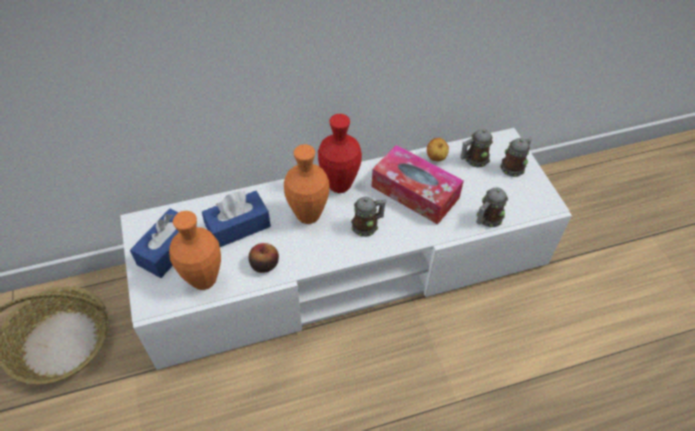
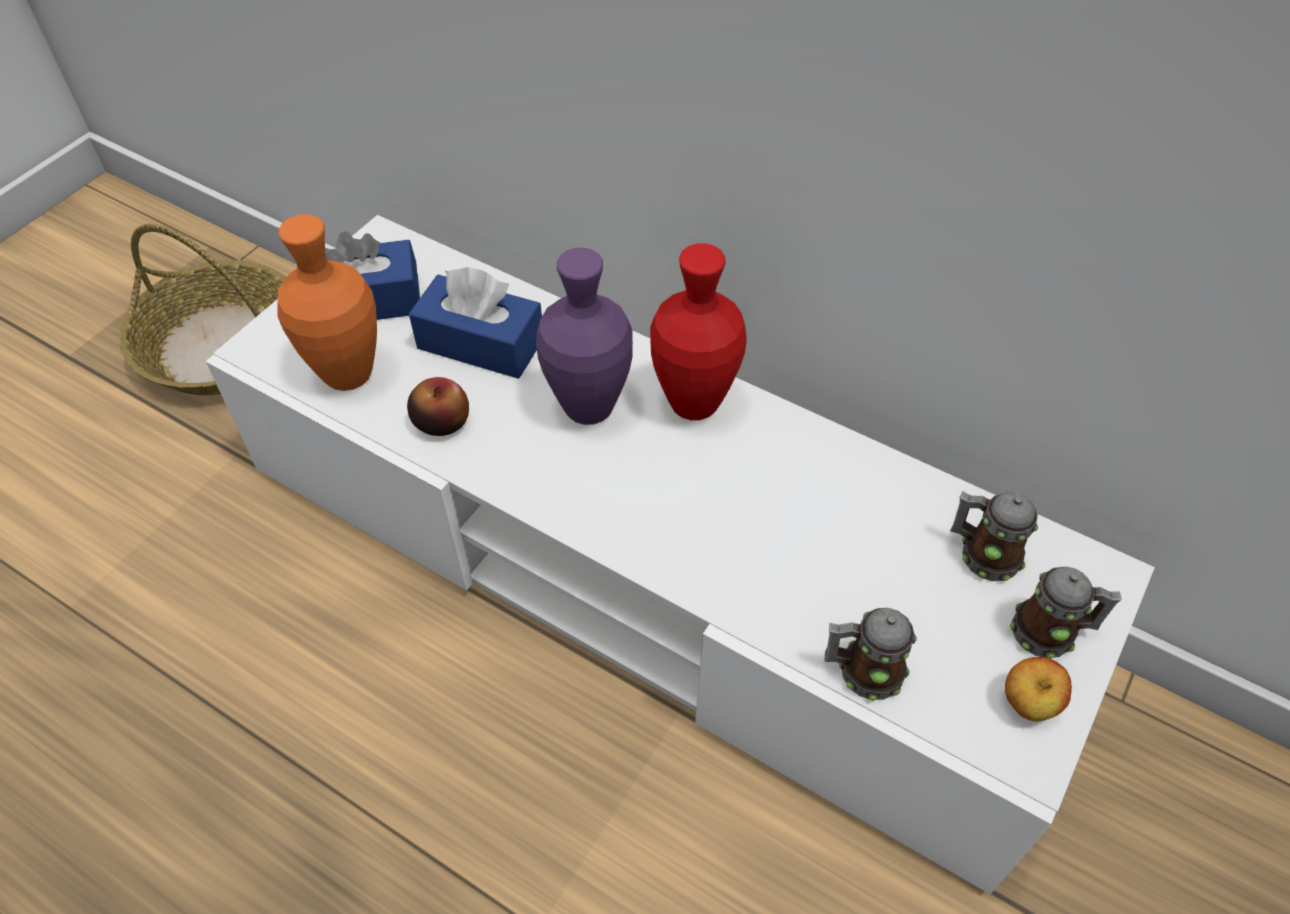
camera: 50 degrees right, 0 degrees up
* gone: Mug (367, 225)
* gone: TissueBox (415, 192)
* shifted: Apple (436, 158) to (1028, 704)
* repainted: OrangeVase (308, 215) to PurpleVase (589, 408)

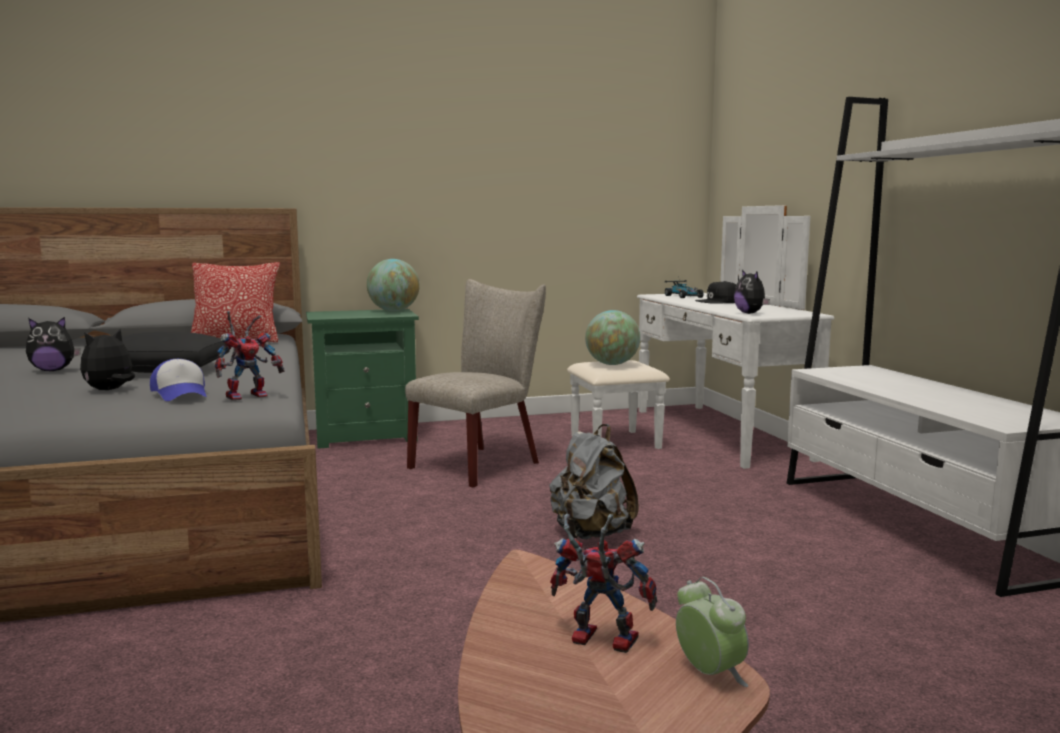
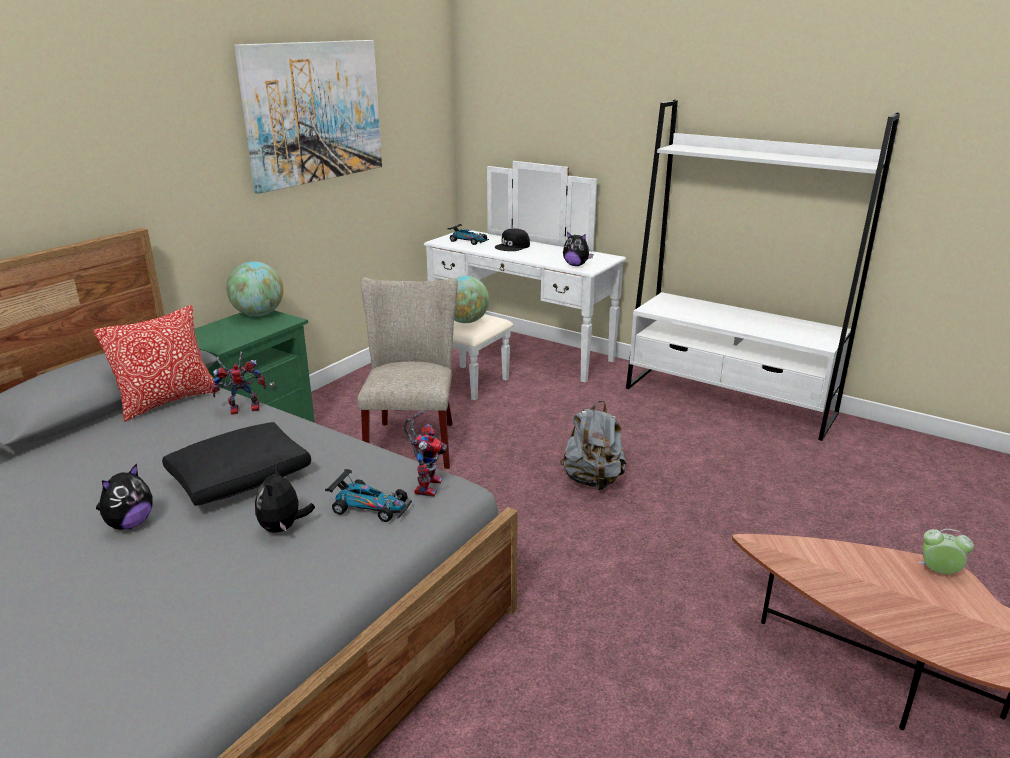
camera: 40 degrees left, 15 degrees up
* new: Picture (314, 112)
* shifted: ToyRobot (597, 641) to (242, 410)
* swapped: Cap (181, 394) to ToyCar (370, 506)

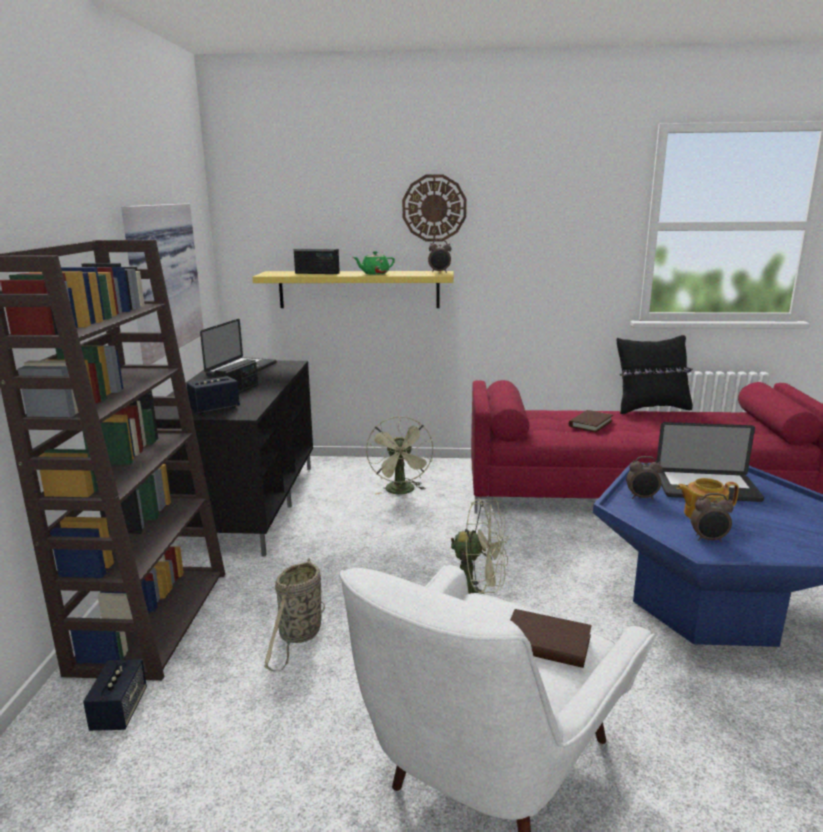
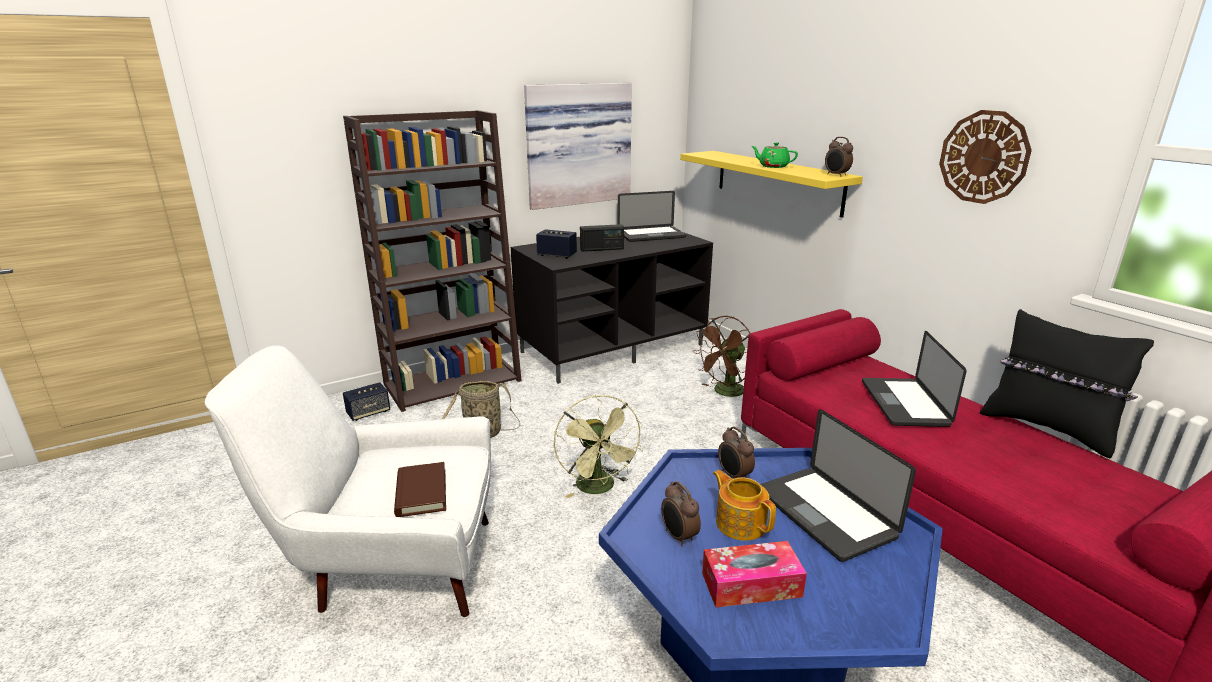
camera: 55 degrees right, 5 degrees up
* gone: Radio (317, 273)
* new: TissueBox (751, 584)
* shifted: WallClock (434, 208) to (983, 157)
* swapped: BrownBook (590, 423) to Laptop (904, 403)
* repainted: GreenFan (401, 492) to BrownFan (725, 393)

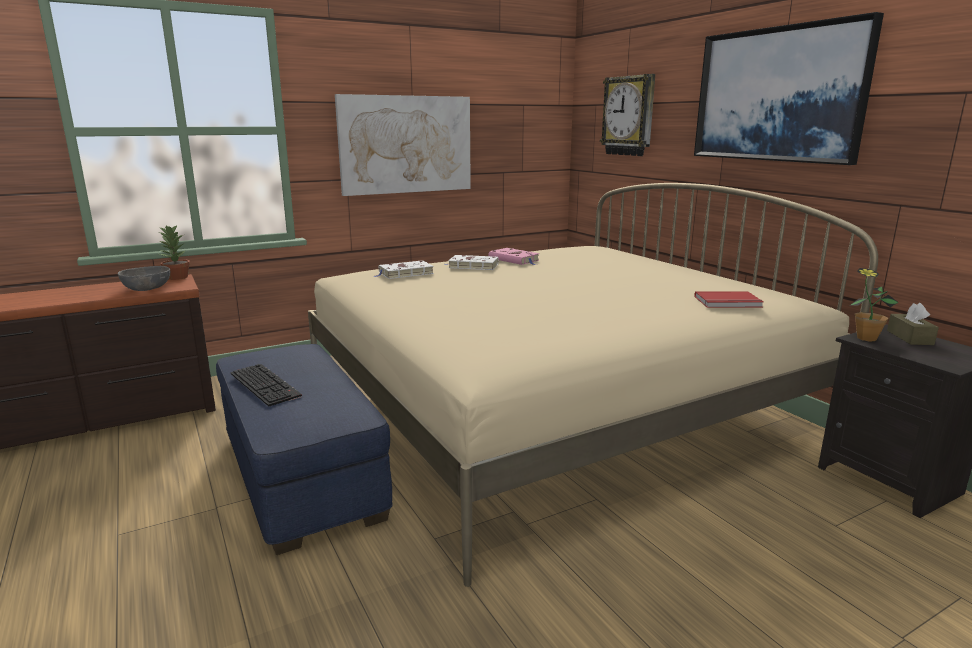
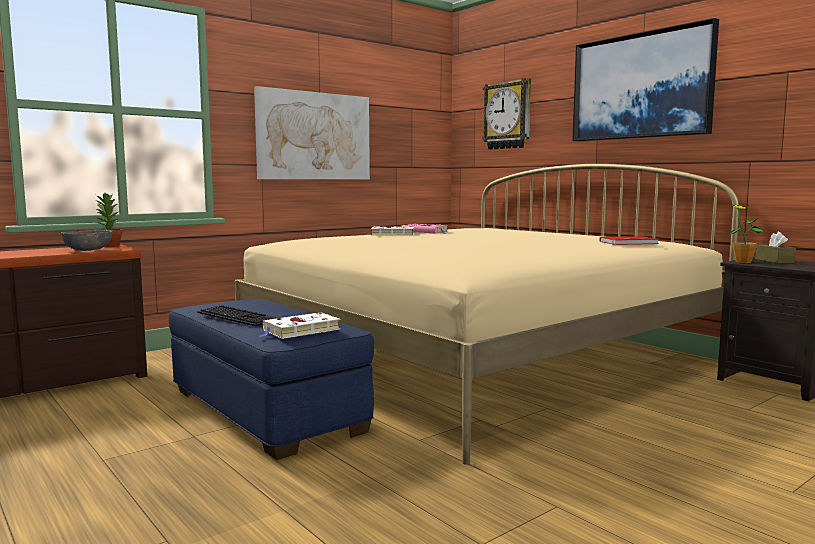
camera: 10 degrees left, 10 degrees down
* shifted: WhiteBook (404, 273) to (300, 331)

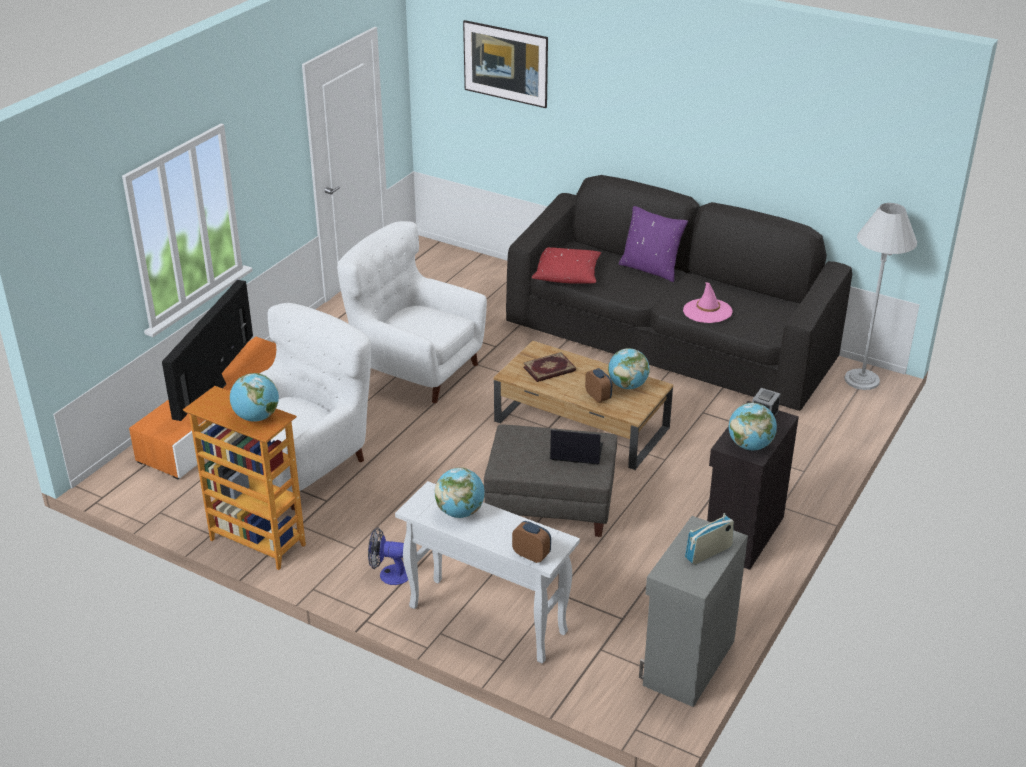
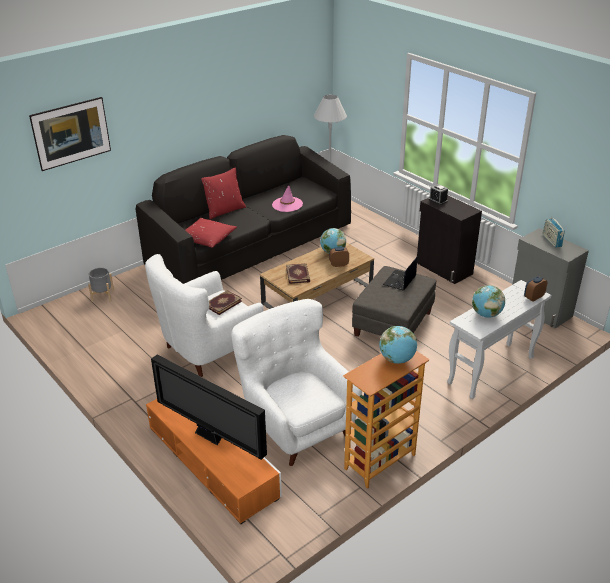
camera: 70 degrees left, 0 degrees up
* gone: Fan (389, 574)
* gone: Globe (750, 446)
* new: GreyPlanter (103, 296)
* new: Book (222, 303)
* repainted: PurplePillow (651, 269) to RedPillow (224, 210)

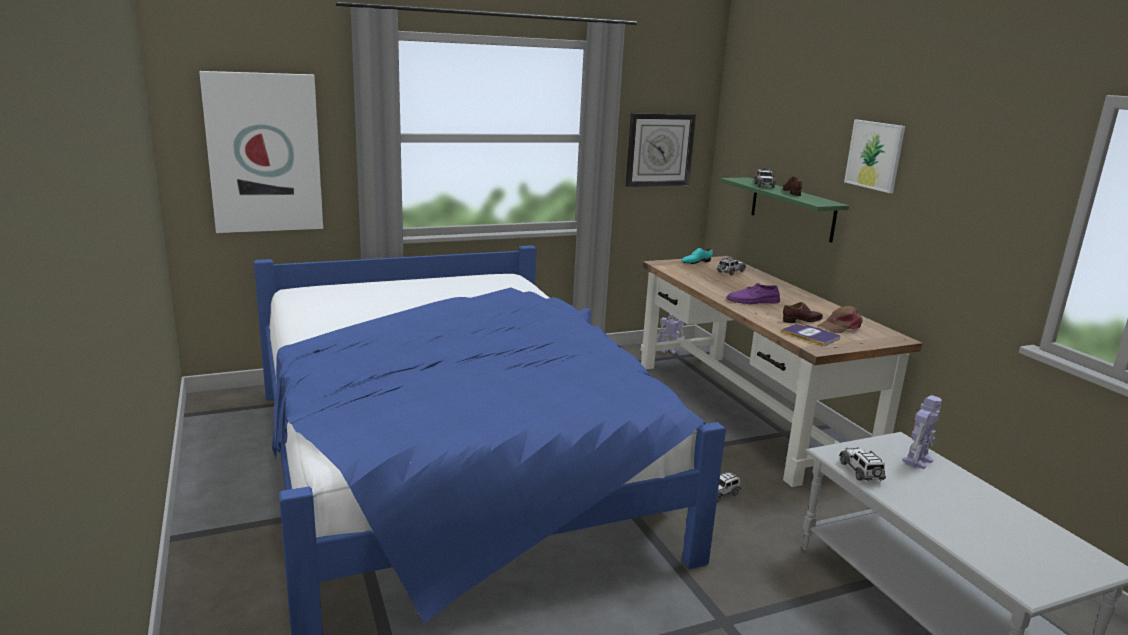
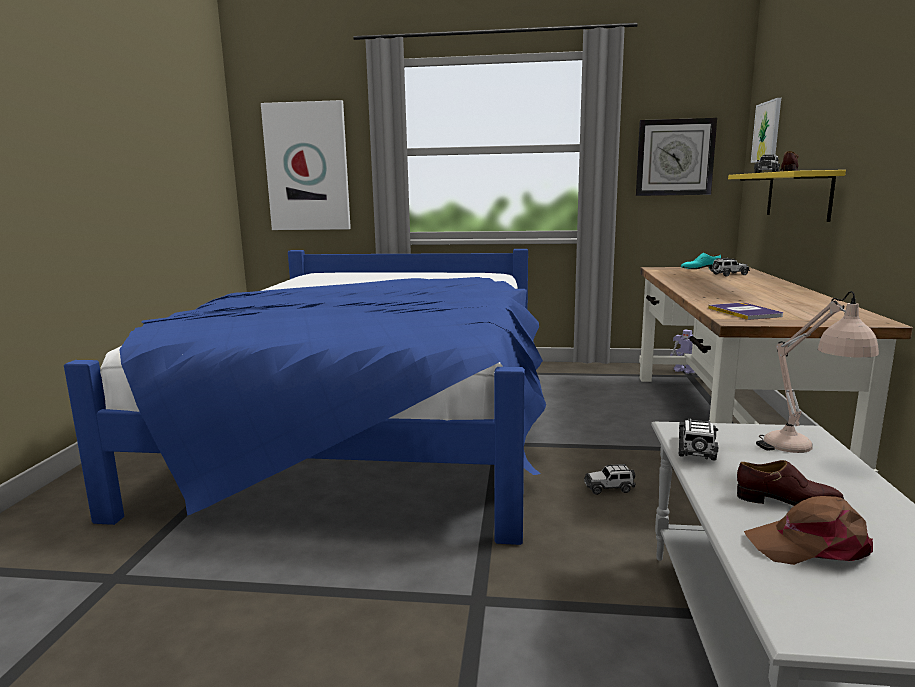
camera: 30 degrees right, 5 degrees down
* gone: PurpleShoe (753, 301)
* shifted: BrownShoe (802, 320) to (788, 500)
* shifted: BrownCap (840, 327) to (810, 545)
* shifted: Picture (874, 155) to (767, 131)
* swapped: ToyRobot (917, 460) to BeigeTableLamp (805, 453)
* repainted: GreenShelf (792, 209) to YellowShelf (798, 195)

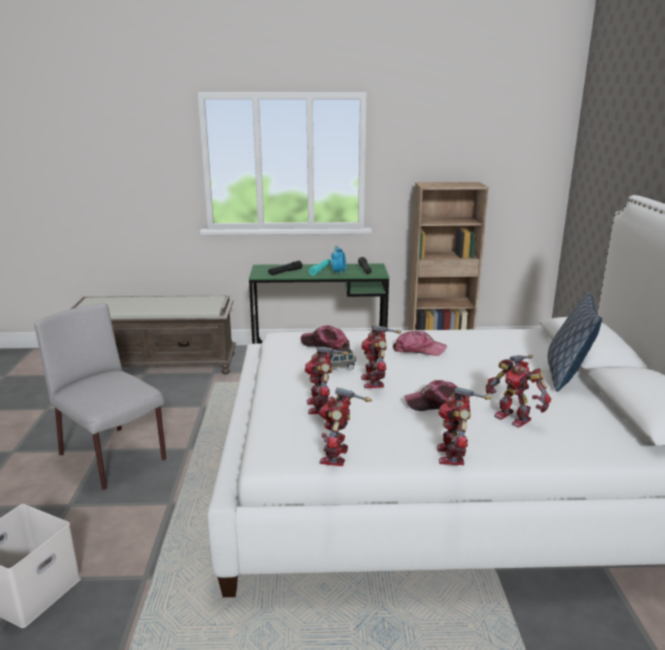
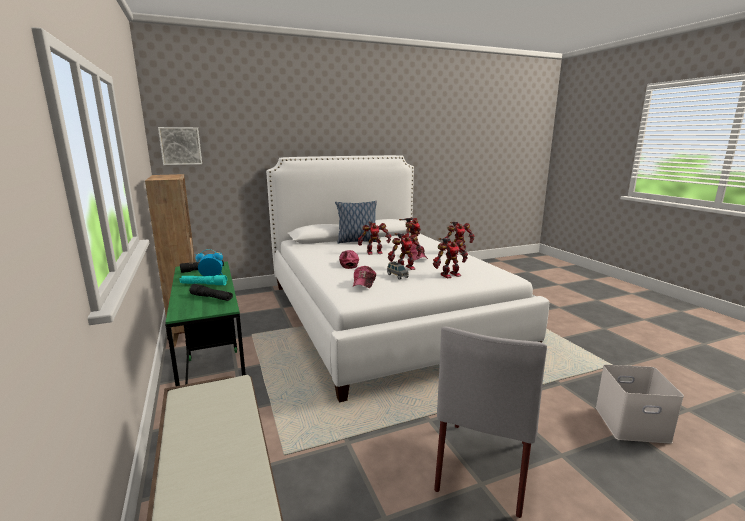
camera: 110 degrees left, 5 degrees down
* new: Picture (180, 146)
* shifted: ToyRobot (337, 456) to (374, 252)

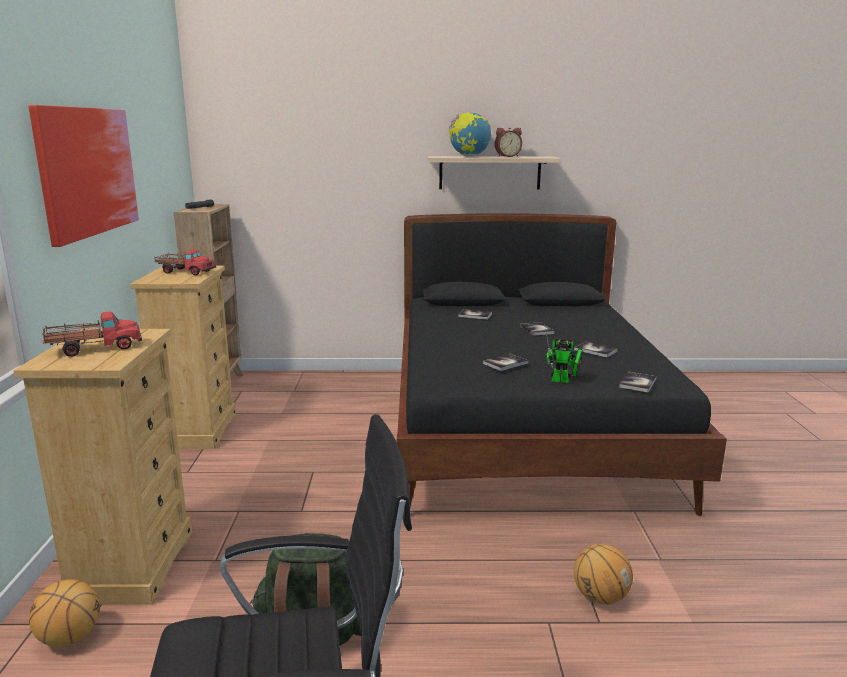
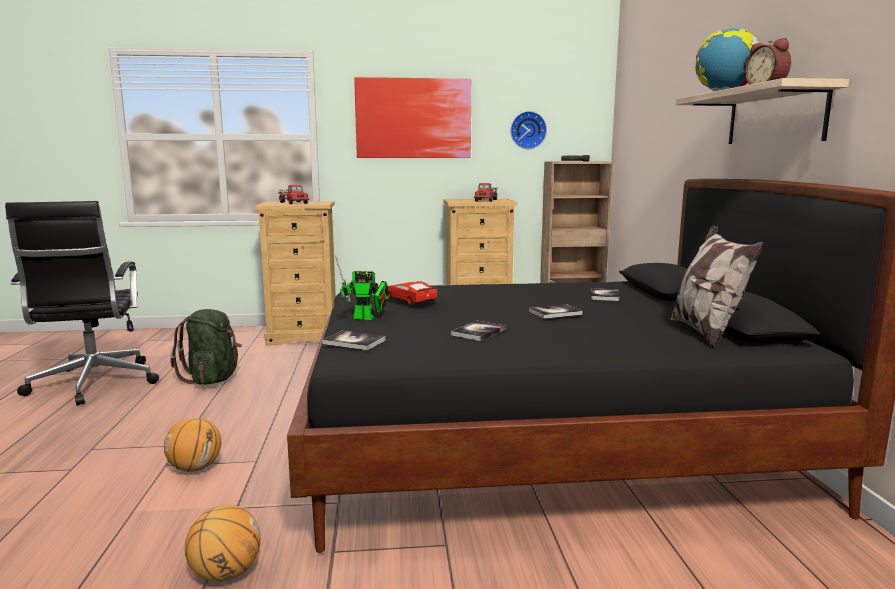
camera: 85 degrees right, 5 degrees down
* new: WallClock (527, 130)
* new: Pillow (706, 332)
* shifted: Basketball (70, 638) to (225, 573)
* swapped: Book (505, 363) to RedToyCar (410, 299)
* rotated: ToyRobot (563, 381) = (367, 318) 90 degrees counterclockwise

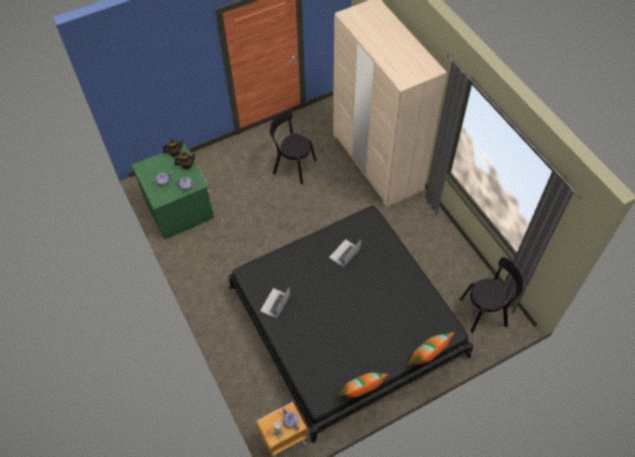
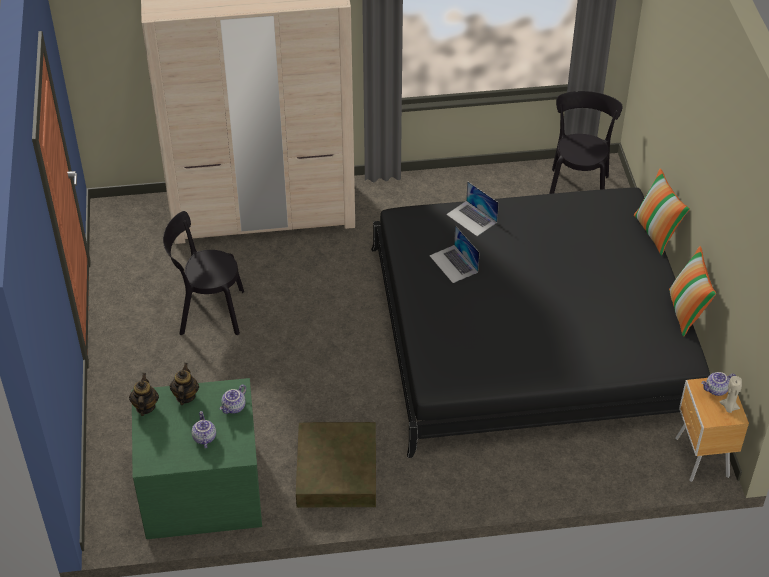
camera: 70 degrees left, 10 degrees down
* new: BrownStorageBox (336, 471)
* shifted: Laptop (275, 303) to (472, 218)
* rotated: BlackChair (292, 166) = (208, 312) 45 degrees clockwise

